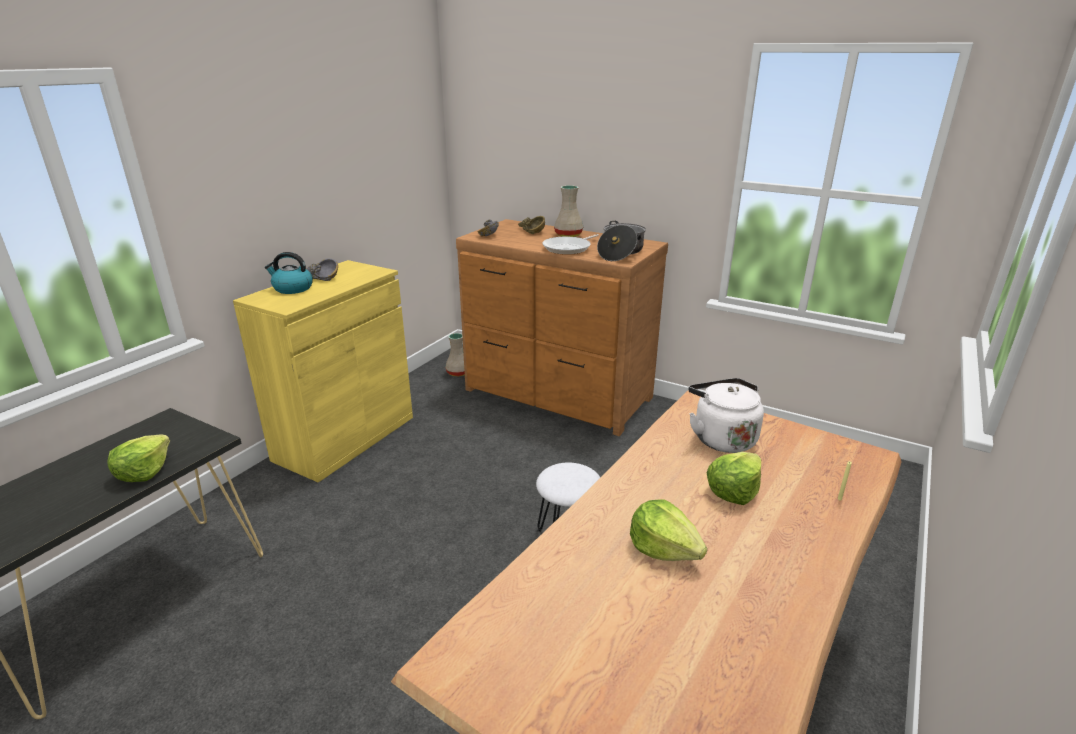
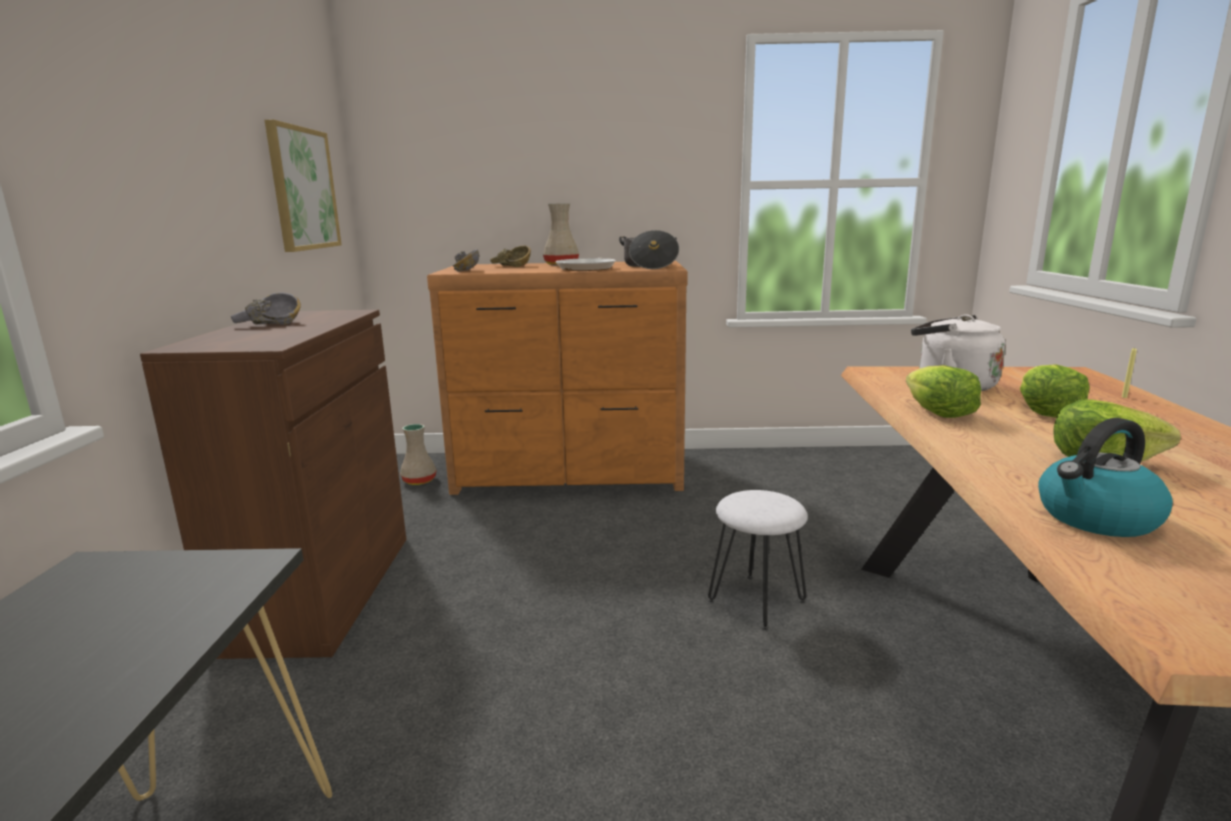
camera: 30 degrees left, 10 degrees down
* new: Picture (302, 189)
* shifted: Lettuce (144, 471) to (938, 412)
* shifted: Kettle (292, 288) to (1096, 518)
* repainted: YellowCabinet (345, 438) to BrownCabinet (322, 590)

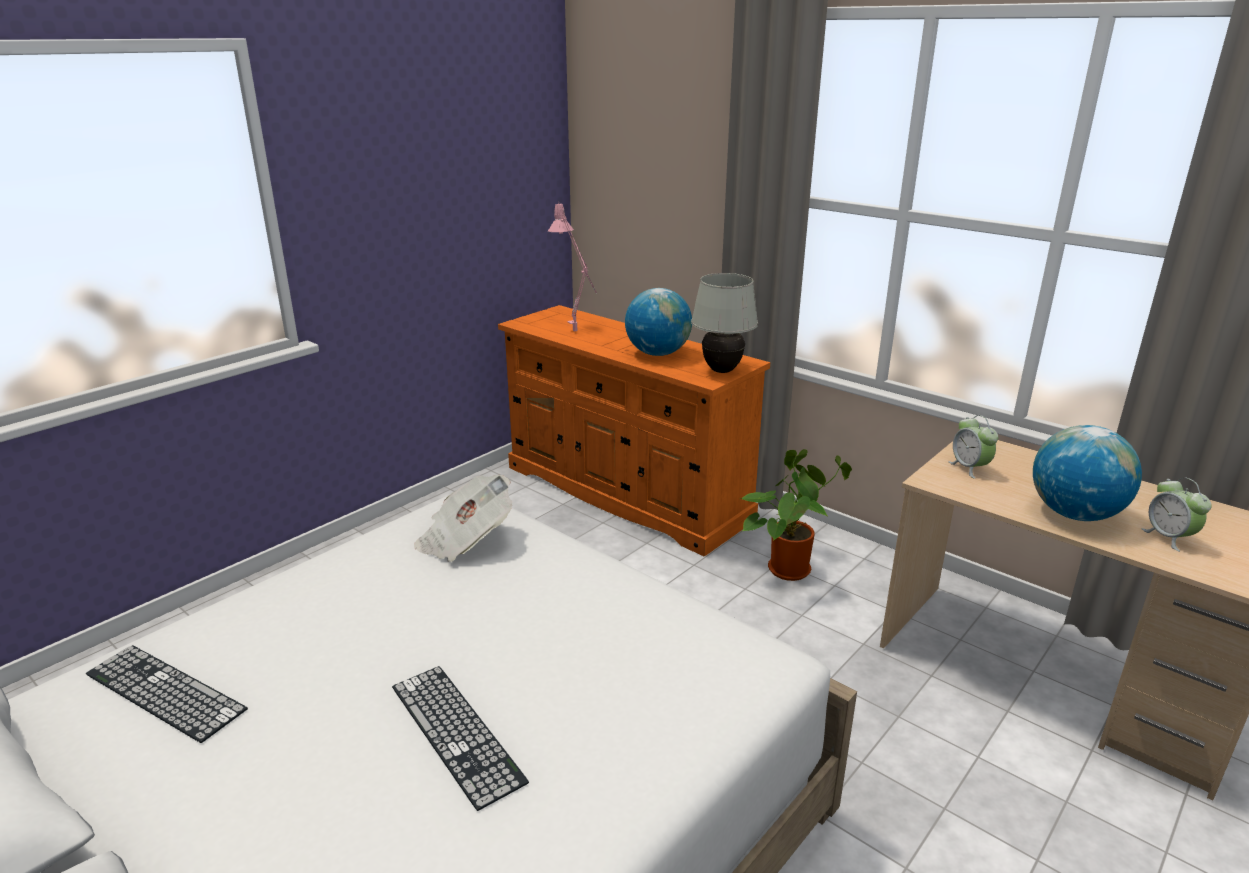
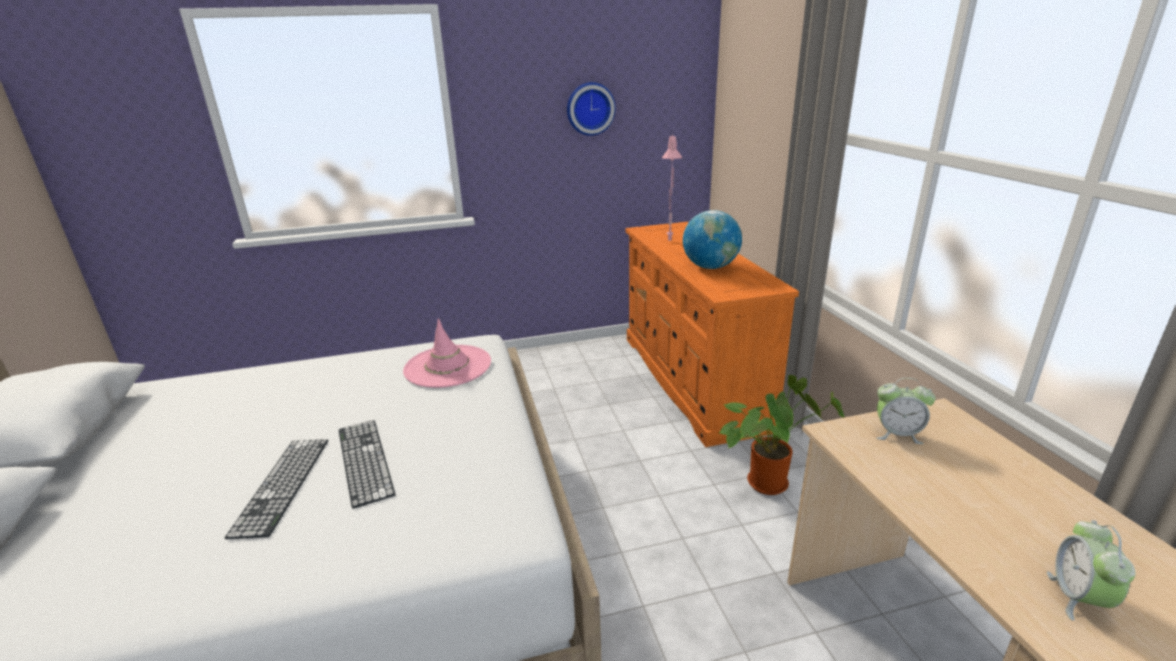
camera: 35 degrees right, 0 degrees up
* gone: WhiteTableLamp (721, 370)
* gone: Globe (1074, 514)
* new: WallClock (590, 108)
* shifted: Keyboard (164, 691) to (364, 460)
* swapped: Newspaper (465, 540) to PinkHat (448, 366)
* rotated: AlarmClock (969, 468) = (897, 434) 90 degrees counterclockwise

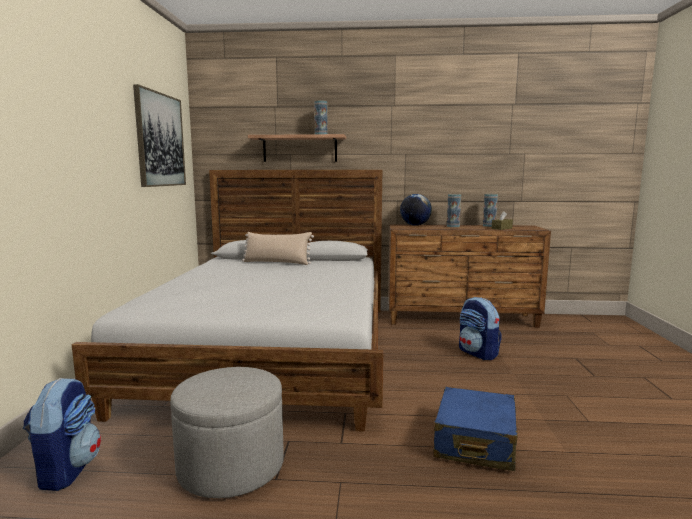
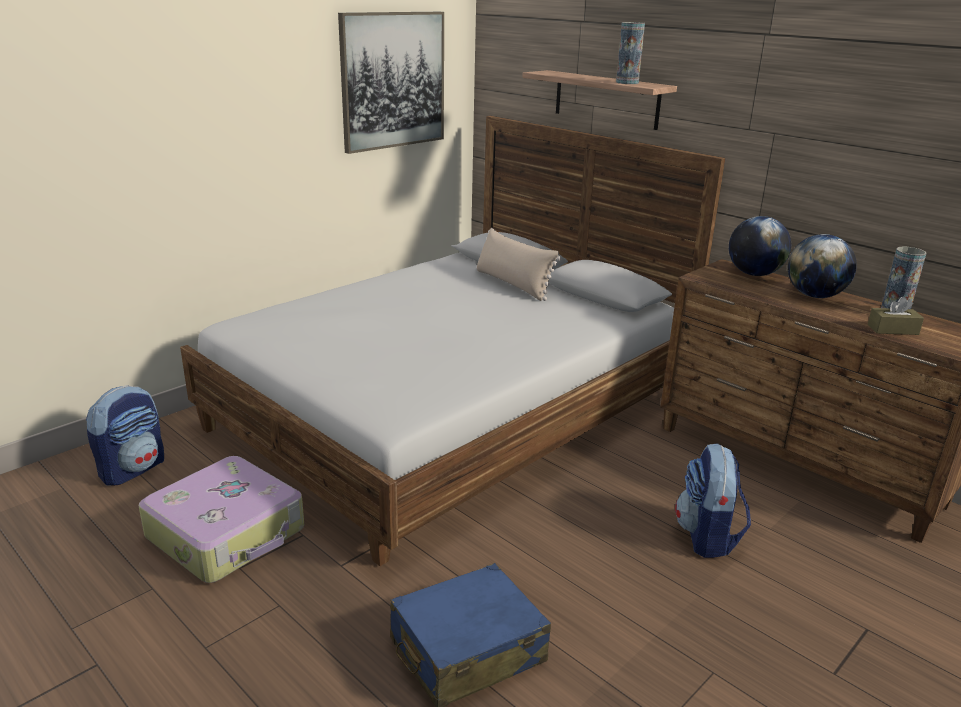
camera: 40 degrees right, 15 degrees up
* swapped: GreyOttoman (231, 466) to Suitcase (228, 533)
* swapped: Vase (453, 226) to Globe (815, 296)

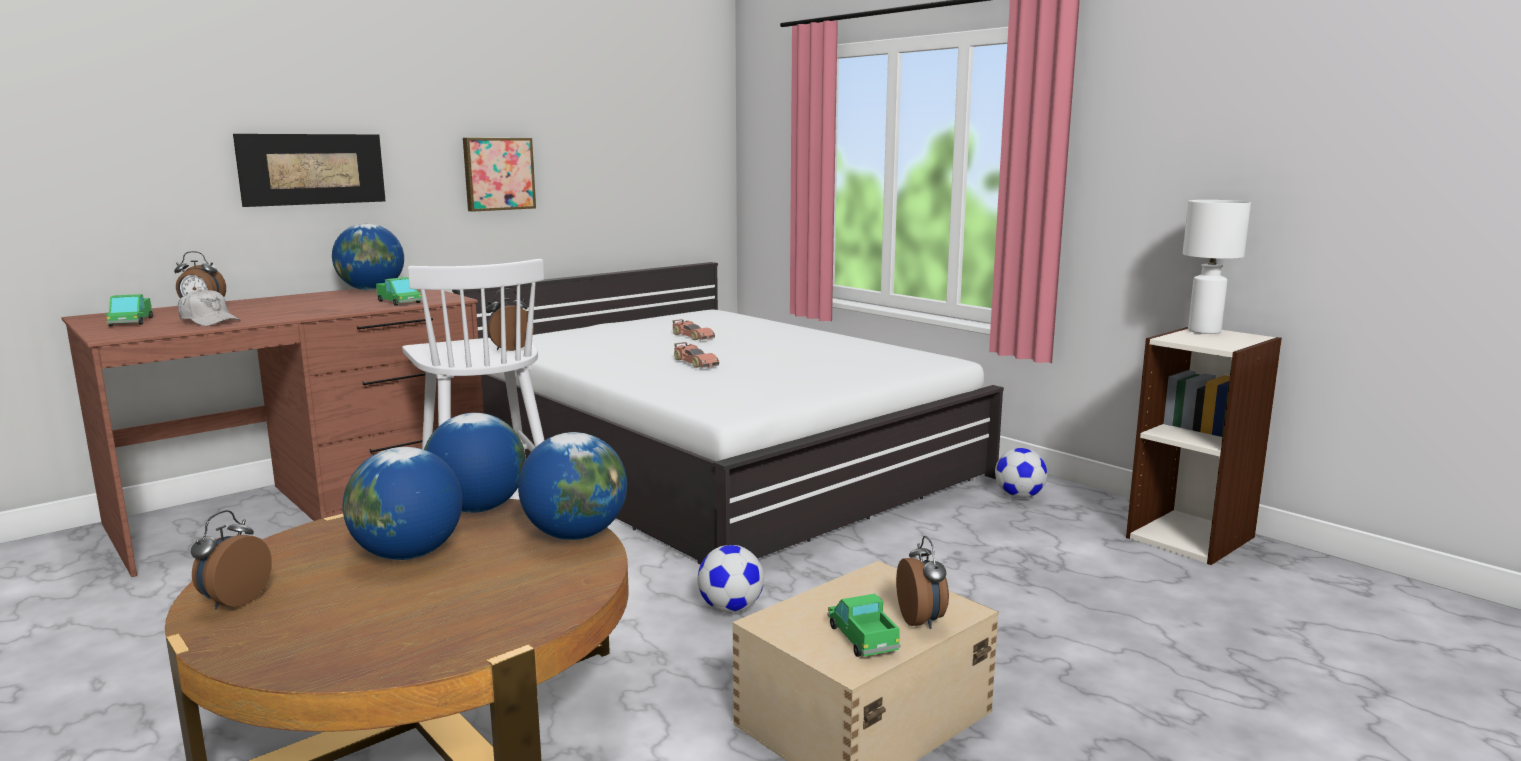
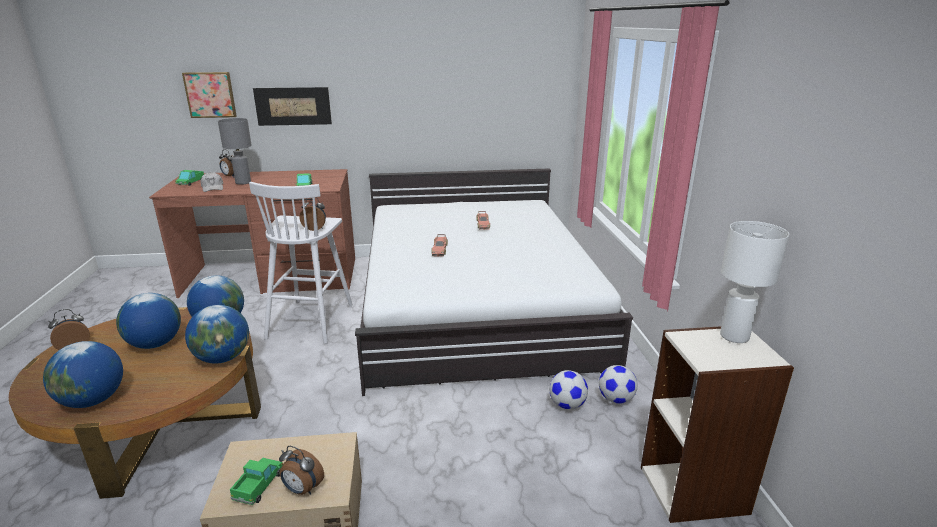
camera: 35 degrees right, 10 degrees up
* new: GreyTableLamp (243, 183)
* shifted: Globe (371, 290) to (93, 400)
* shifted: Picture (498, 174) to (210, 94)
* shifted: Football (731, 609) to (567, 405)
* rotated: AlarmClock (922, 620) = (302, 489) 90 degrees clockwise

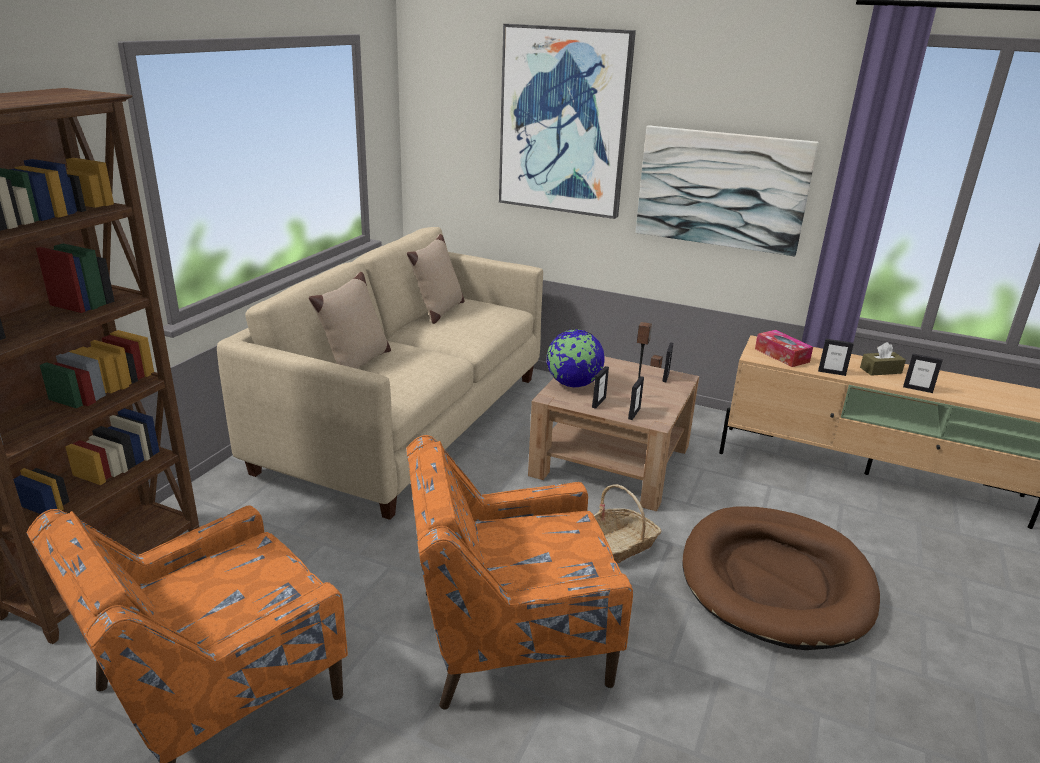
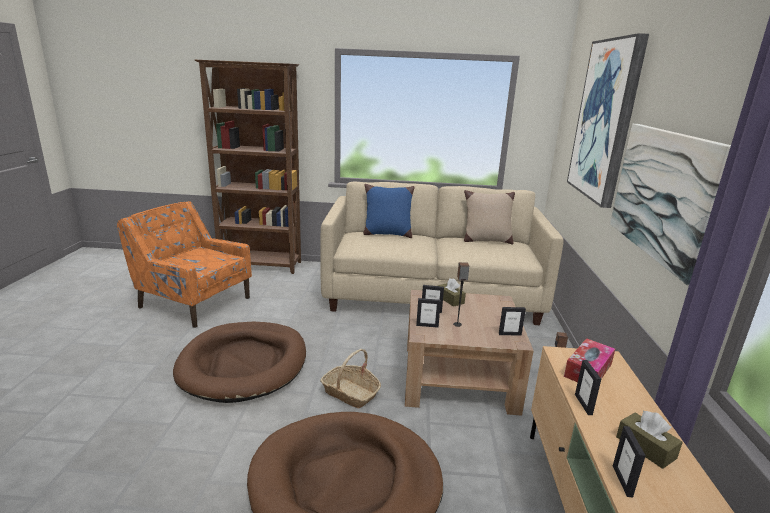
camera: 70 degrees right, 5 degrees down
* swapped: OrangeArmchair (509, 637) to BrownDogBed (244, 364)
* swapped: Globe (573, 384) to BrownTissueBox (450, 299)
* repainted: BeigePillow (355, 363) to BluePillow (387, 234)

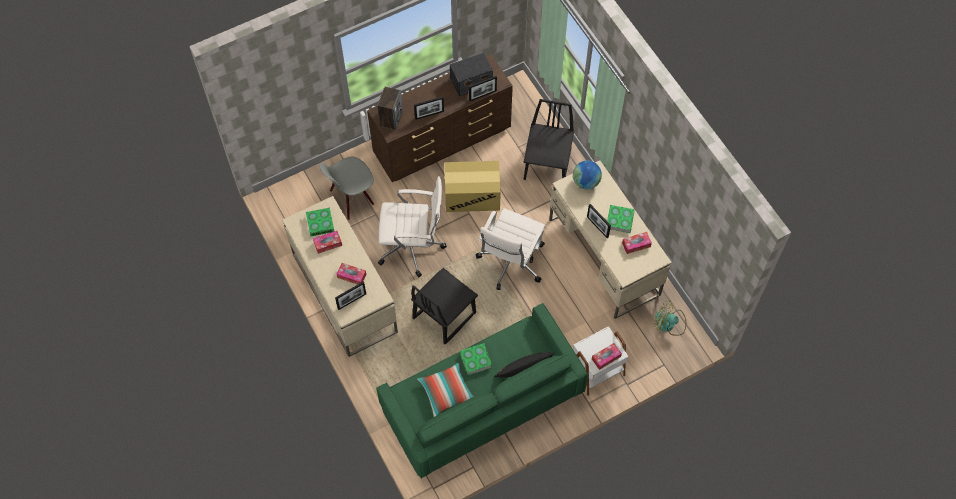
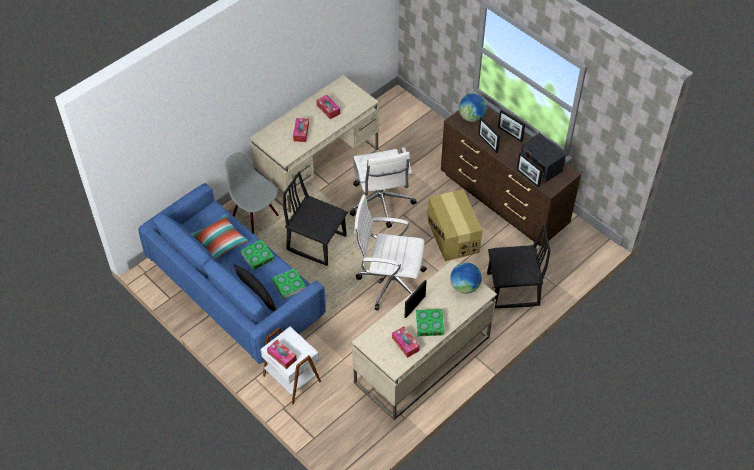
camera: 75 degrees right, 10 degrees down
* gone: Fan (669, 324)
* shifted: Book (320, 223) to (289, 285)
* shifted: GreyChair (351, 198) to (255, 217)
* shifted: PictureFrame (352, 301) to (510, 134)
* swapped: Speaker (391, 118) to Globe (472, 117)
* repainted: GreenSofa (482, 402) to BlueSofa (235, 291)

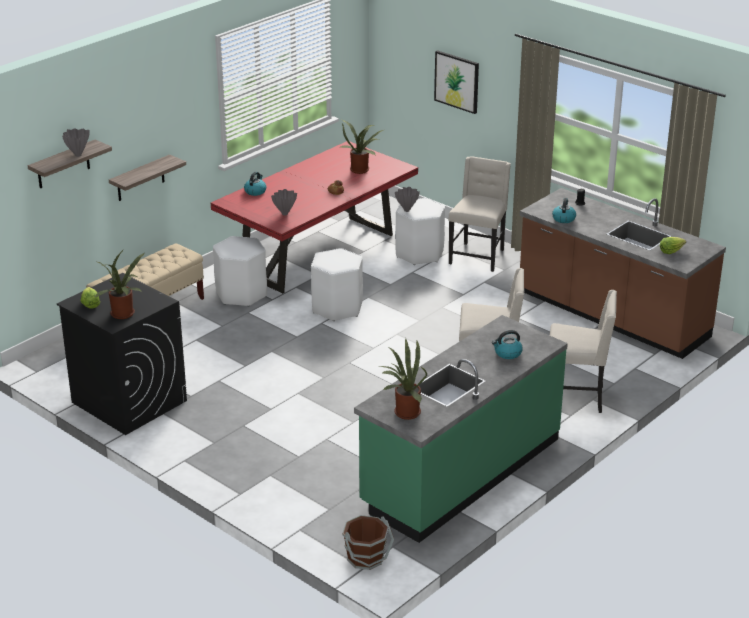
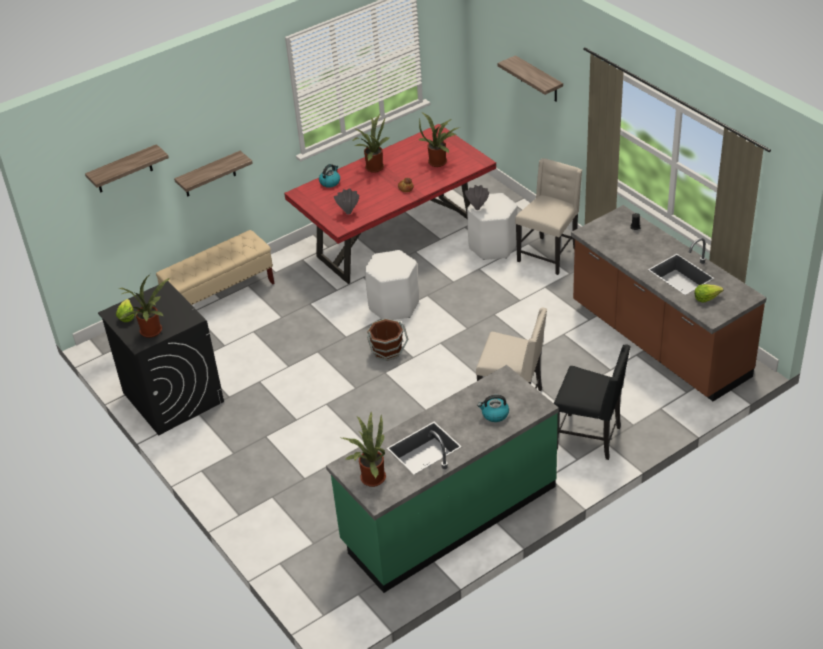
camera: 15 degrees right, 10 degrees up
* gone: GreyVase (77, 155)
* gone: WhiteStool (241, 294)
* gone: Kettle (563, 218)
* new: PottedPlant (373, 167)
* shifted: BrownBucket (366, 558) to (387, 351)
* swapped: Picture (457, 81) to Shelf (538, 80)
* repainted: BeigeChair (576, 397) to BlackChair (589, 438)

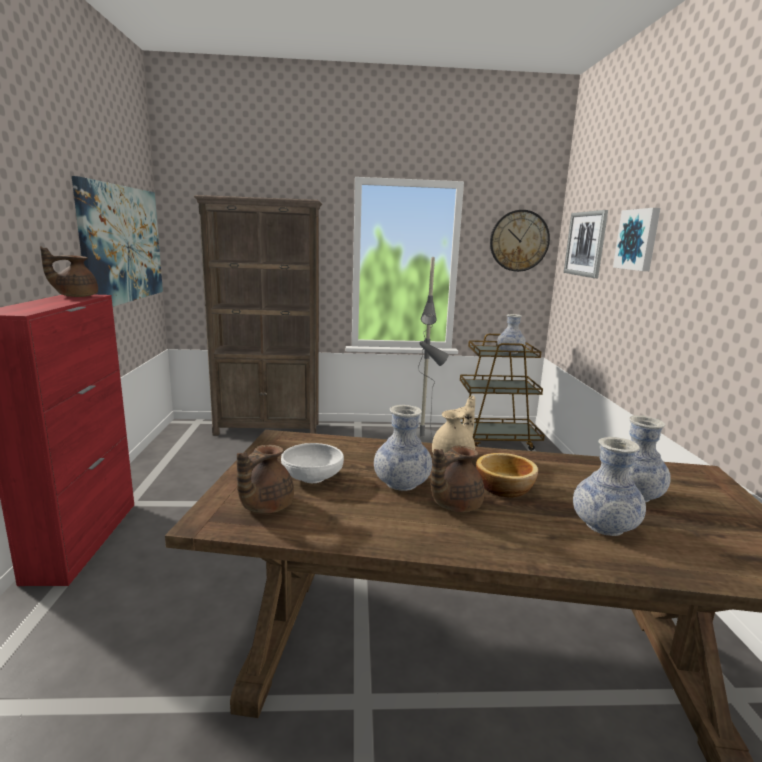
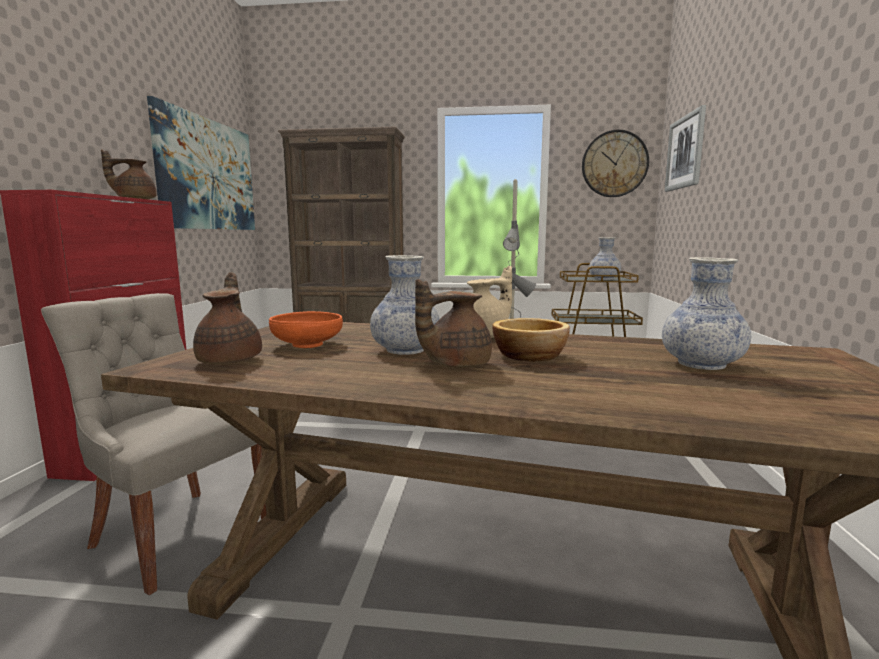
camera: 10 degrees right, 5 degrees down
* gone: Vase (604, 526)
* gone: Picture (638, 239)
* new: GreyChair (177, 533)
* repainted: WhiteBowl (312, 477) to OrangeBowl (307, 345)
* rotated: BrownTeapot (264, 506) = (231, 360) 135 degrees clockwise

